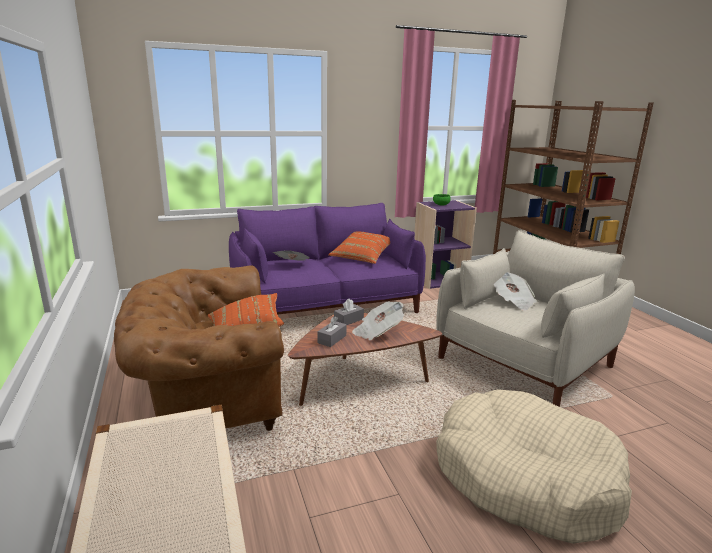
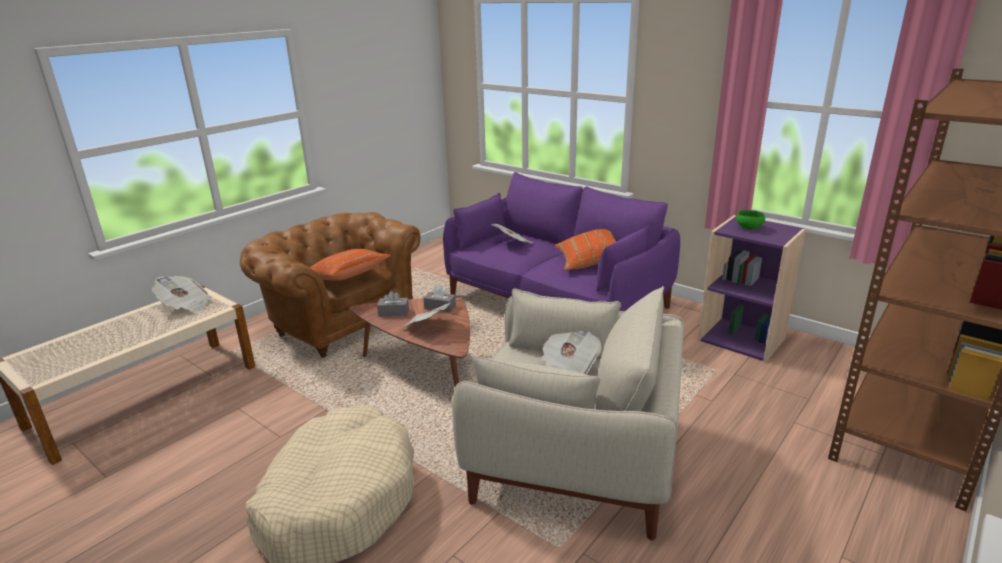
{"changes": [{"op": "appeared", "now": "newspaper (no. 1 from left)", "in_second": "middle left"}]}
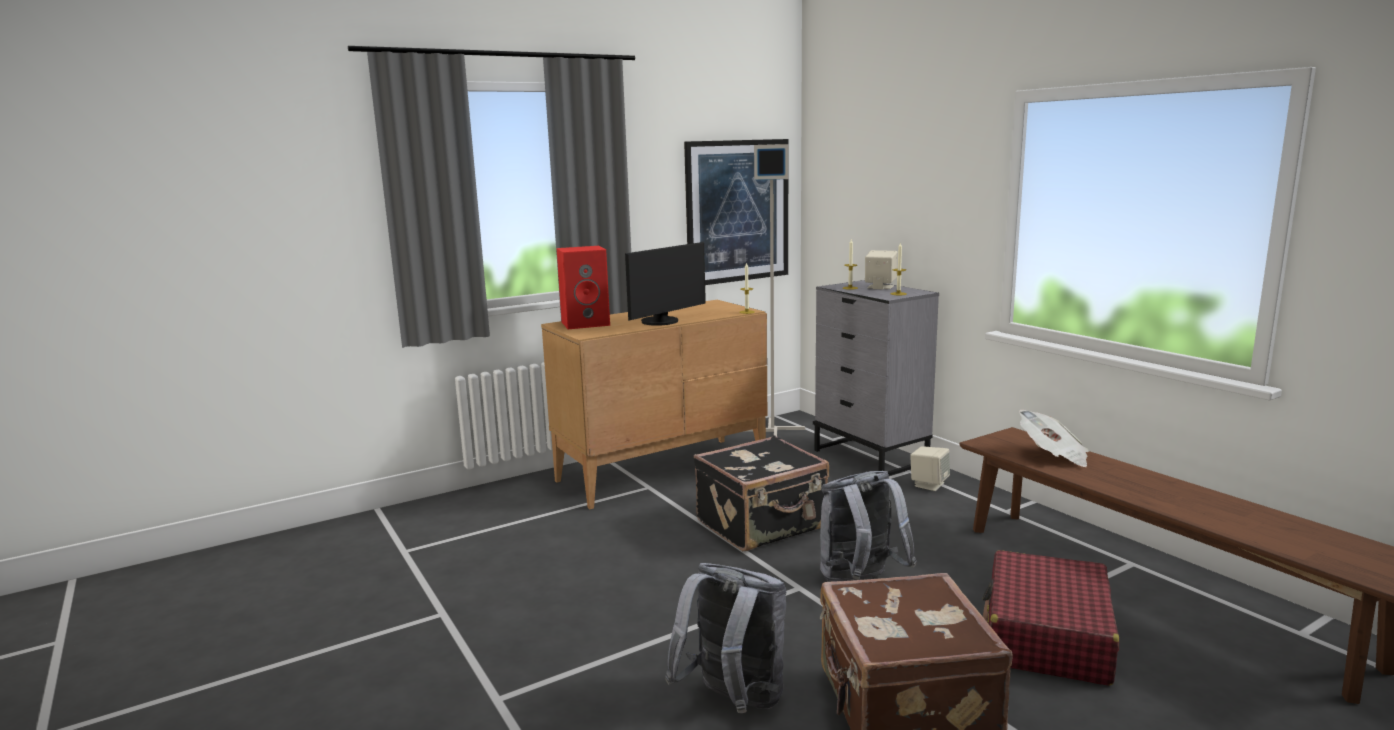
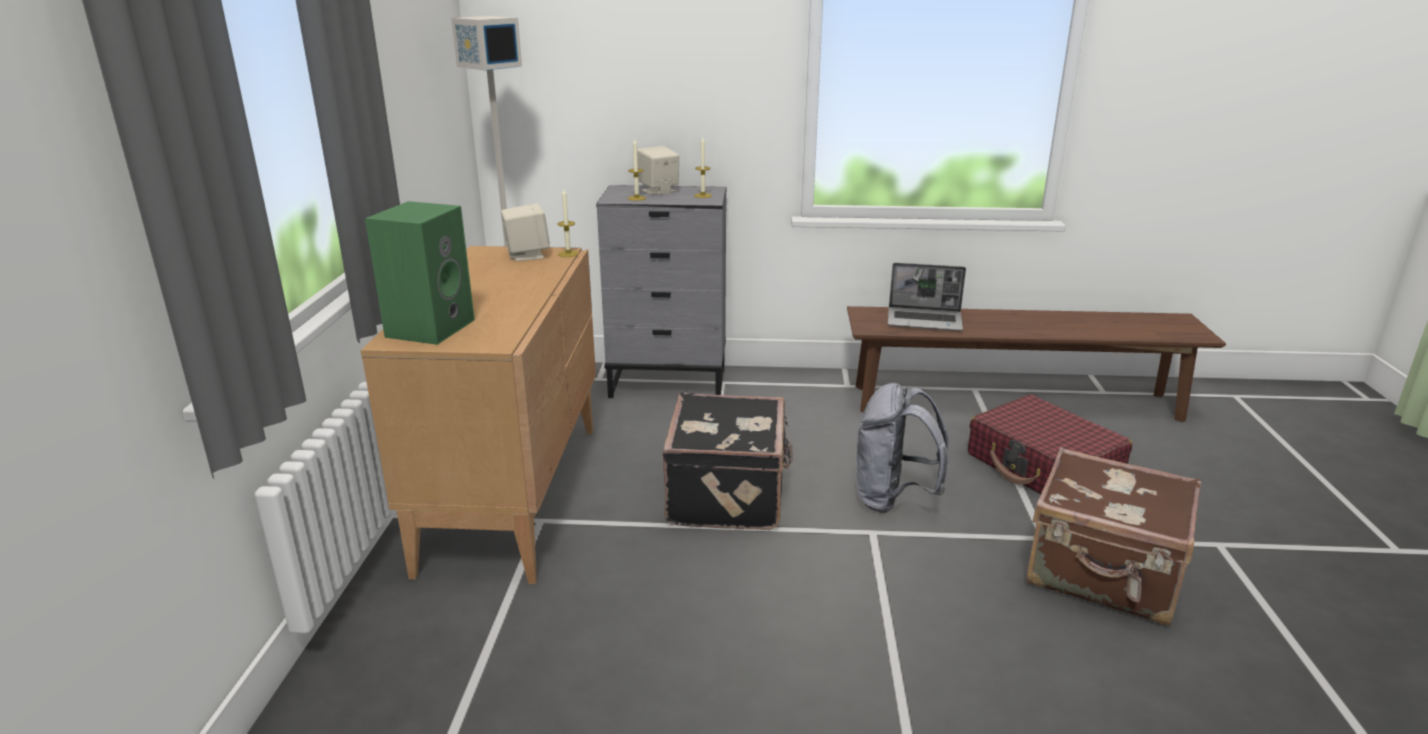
{"changes": [{"op": "colour", "was": "red speaker", "now": "green speaker", "in_first": "centre", "in_second": "middle left"}, {"op": "missing", "was": "monitor", "in_first": "centre"}, {"op": "missing", "was": "grey backpack (no. 1 from left)", "in_first": "bottom centre"}, {"op": "missing", "was": "picture", "in_first": "top centre"}, {"op": "relocated", "was": "beige speaker (no. 2 from left in the first image)", "now": "beige speaker (no. 1 from left)", "in_first": "middle right", "in_second": "top centre"}, {"op": "exchanged", "was": "newspaper", "now": "laptop", "in_first": "middle right", "in_second": "centre"}]}
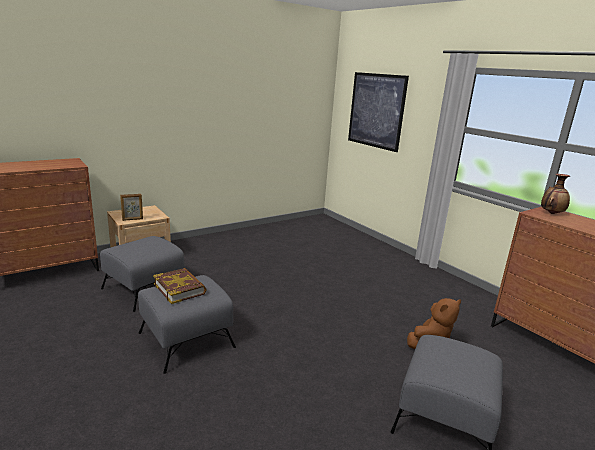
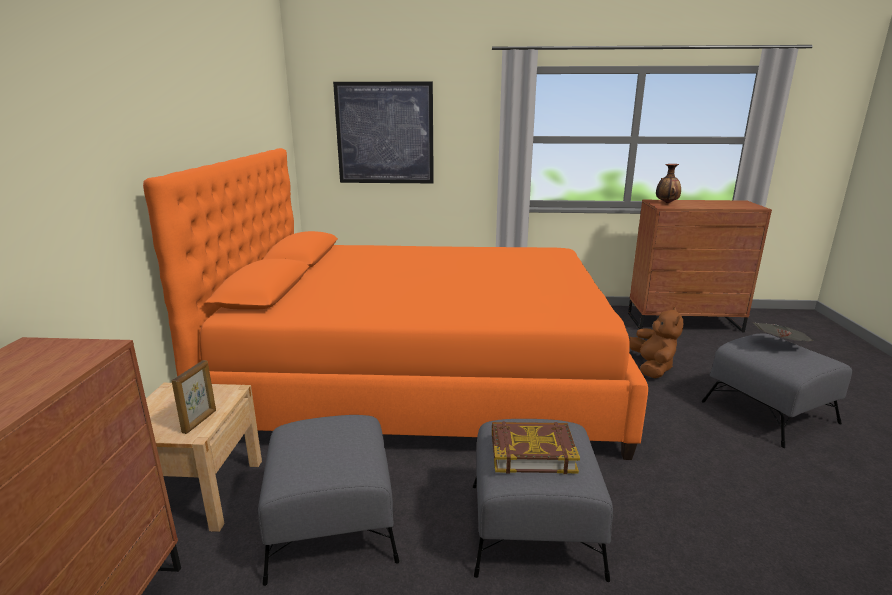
{"changes": [{"op": "appeared", "now": "orange bed", "in_second": "centre"}, {"op": "appeared", "now": "newspaper", "in_second": "middle right"}]}
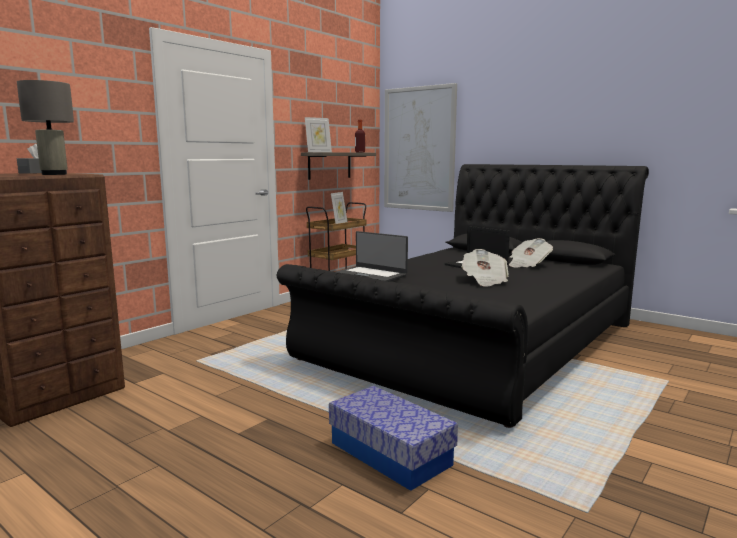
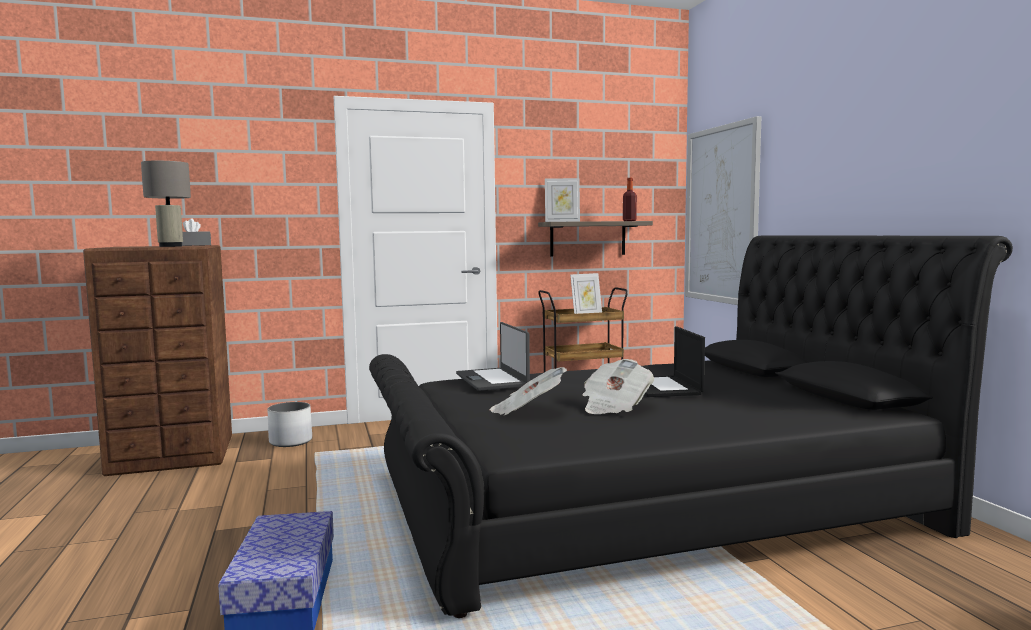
{"changes": [{"op": "relocated", "was": "newspaper (no. 2 from left in the first image)", "now": "newspaper (no. 1 from left)", "in_first": "middle right", "in_second": "centre"}, {"op": "appeared", "now": "white planter", "in_second": "bottom left"}]}
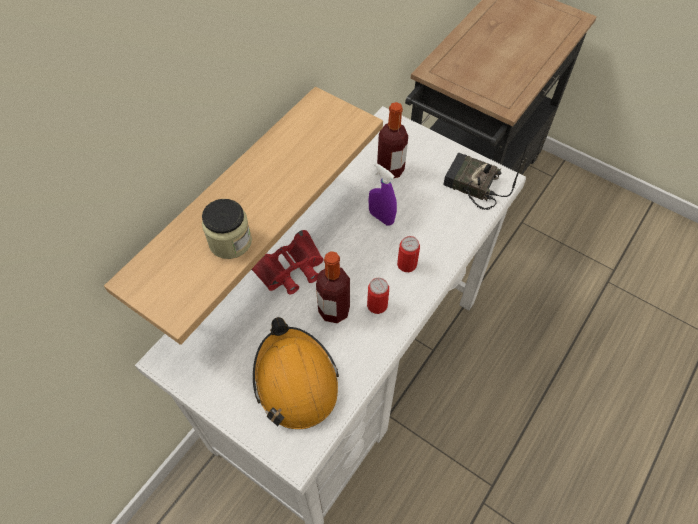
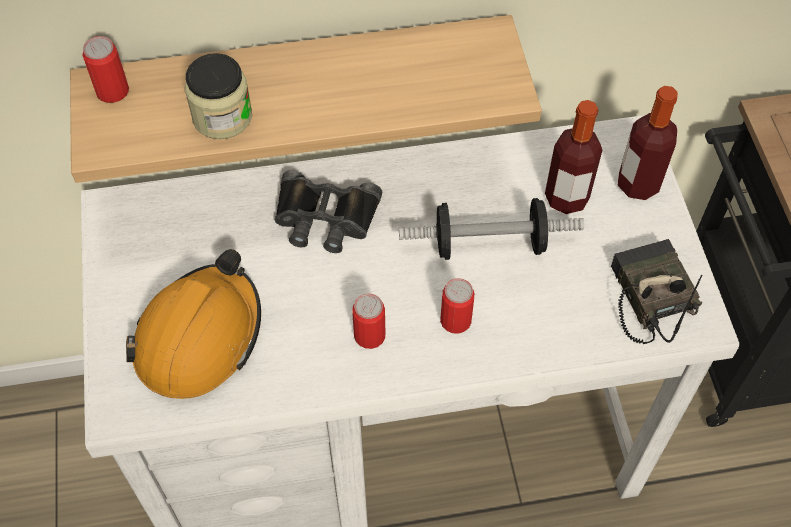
{"changes": [{"op": "colour", "was": "red binoculars", "now": "black binoculars", "in_first": "centre", "in_second": "centre"}, {"op": "relocated", "was": "bottle (no. 1 from left in the first image)", "now": "bottle (no. 2 from left)", "in_first": "centre", "in_second": "top right"}, {"op": "exchanged", "was": "purple spray bottle", "now": "dumbbell", "in_first": "centre", "in_second": "centre"}, {"op": "appeared", "now": "can (no. 1 from left)", "in_second": "top left"}]}
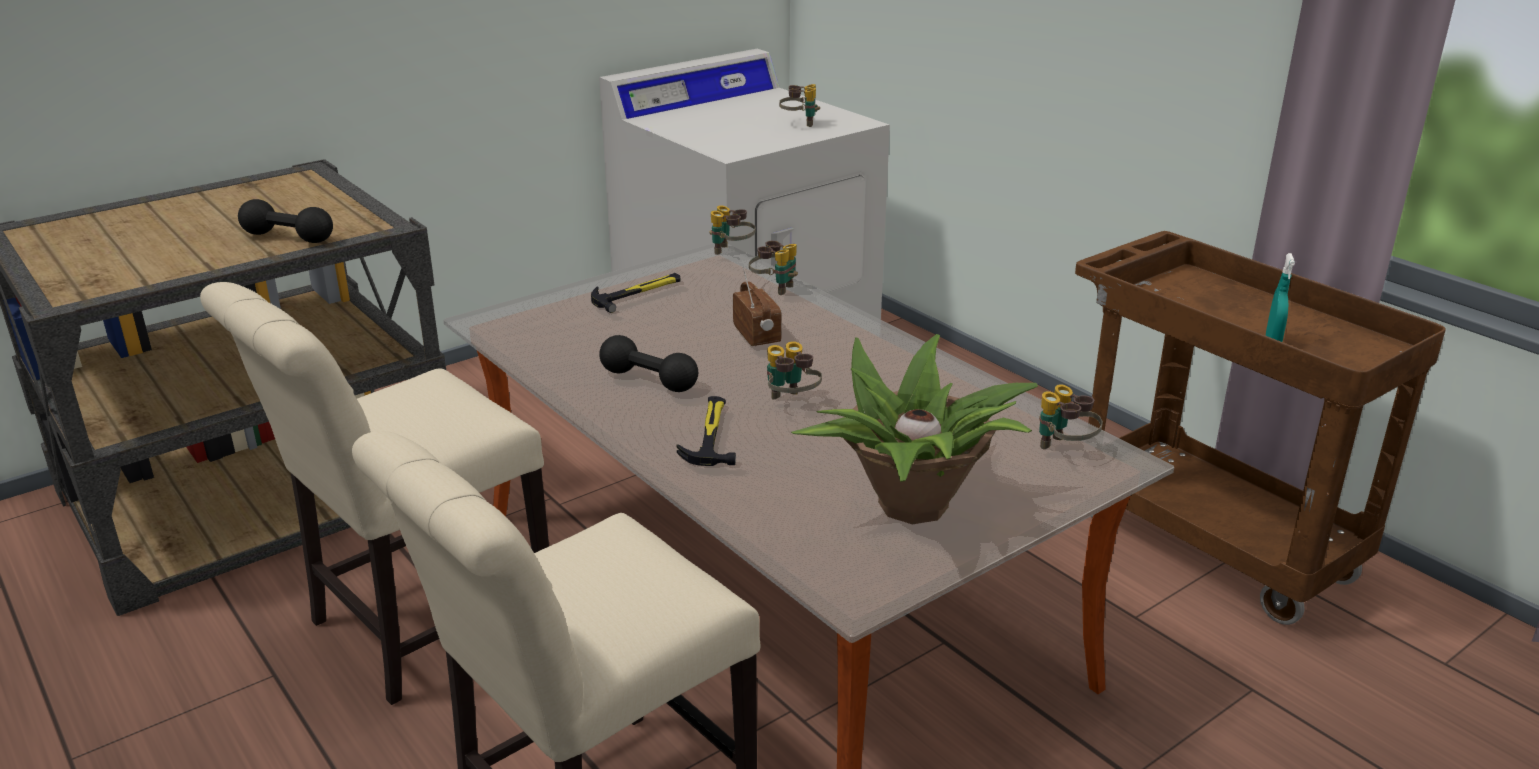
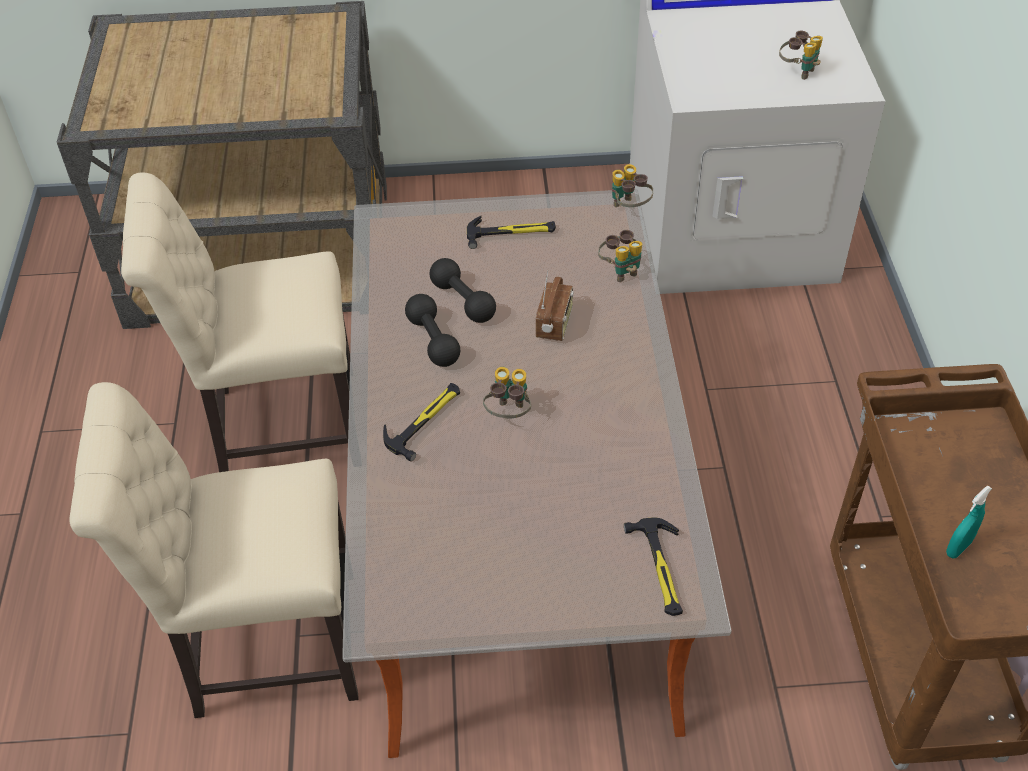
{"changes": [{"op": "relocated", "was": "black dumbbell (no. 1 from left in the first image)", "now": "black dumbbell (no. 2 from left)", "in_first": "top left", "in_second": "centre"}, {"op": "missing", "was": "potted plant", "in_first": "centre"}, {"op": "exchanged", "was": "binoculars (no. 5 from left)", "now": "hammer (no. 3 from left)", "in_first": "middle right", "in_second": "bottom centre"}]}
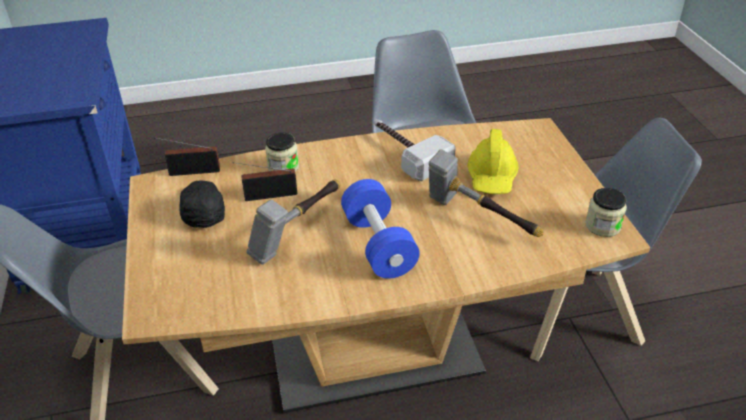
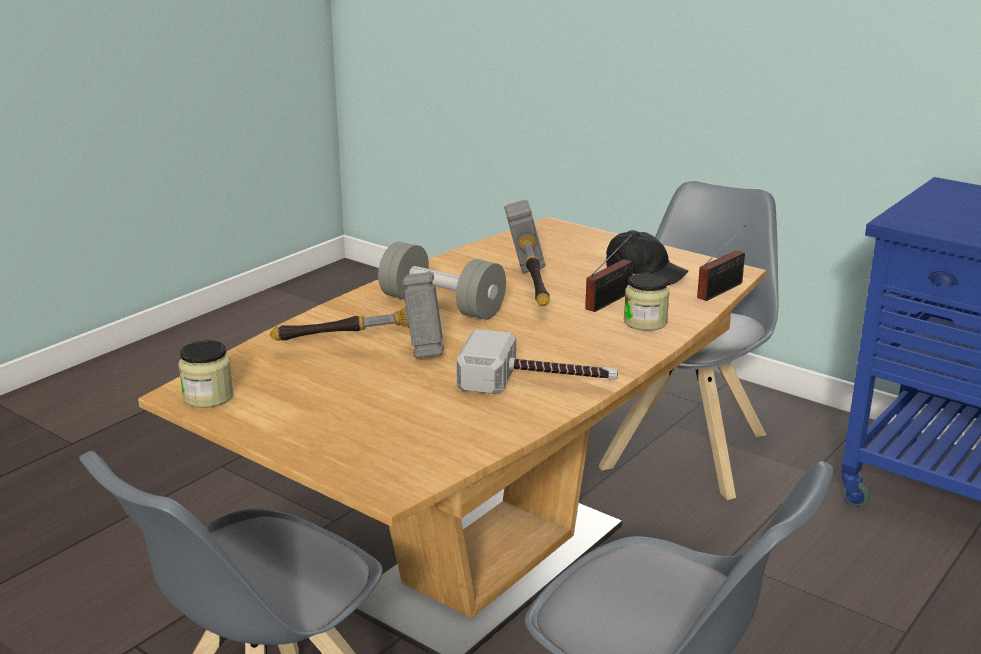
{"changes": [{"op": "colour", "was": "blue dumbbell", "now": "grey dumbbell", "in_first": "centre", "in_second": "centre"}, {"op": "missing", "was": "yellow hard hat", "in_first": "centre"}]}
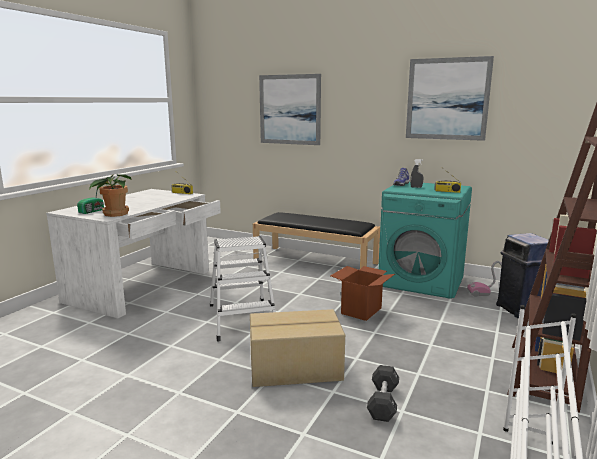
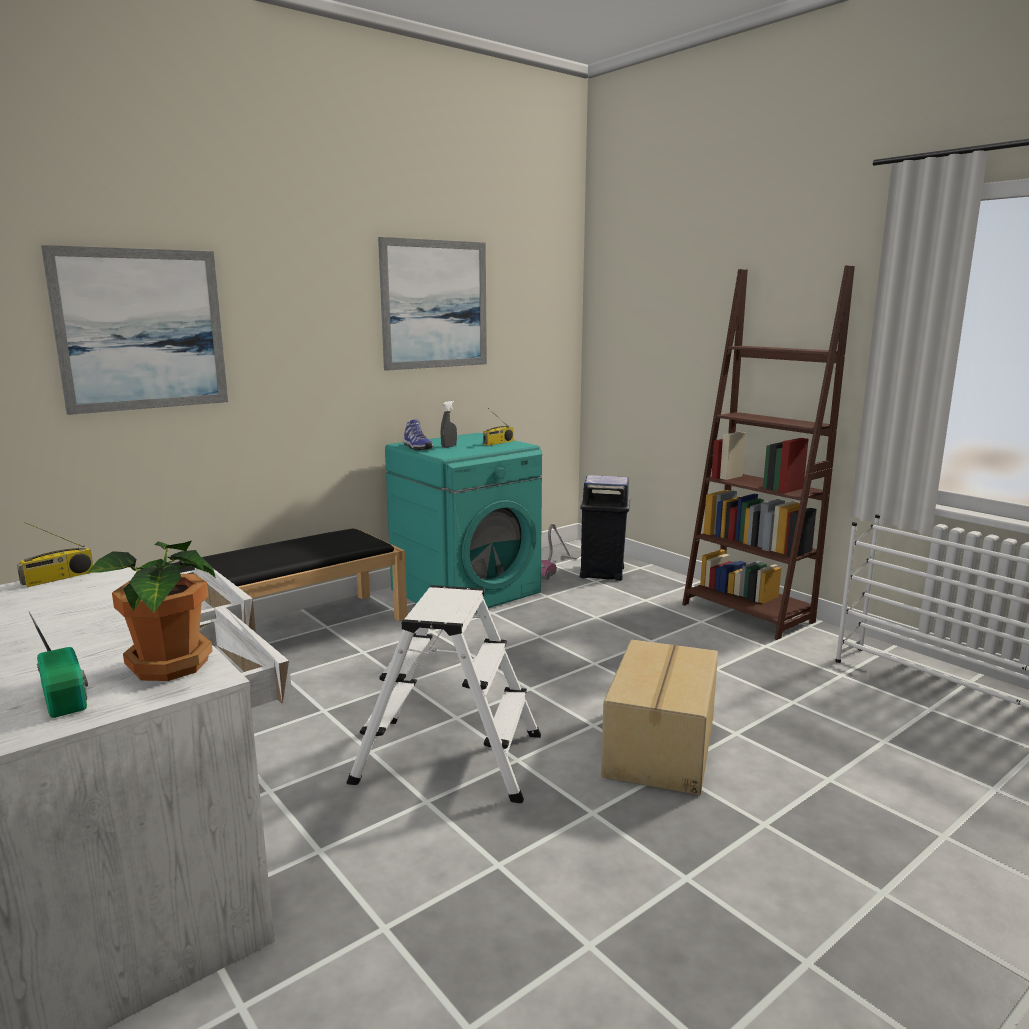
{"changes": [{"op": "missing", "was": "cardboard box (no. 2 from left)", "in_first": "centre"}, {"op": "missing", "was": "black dumbbell", "in_first": "bottom centre"}]}
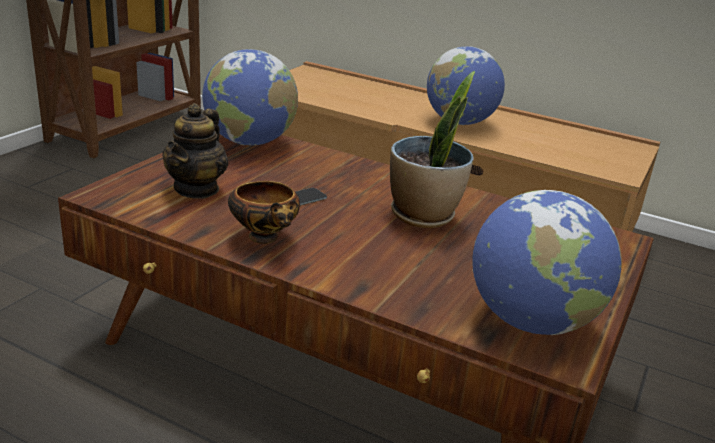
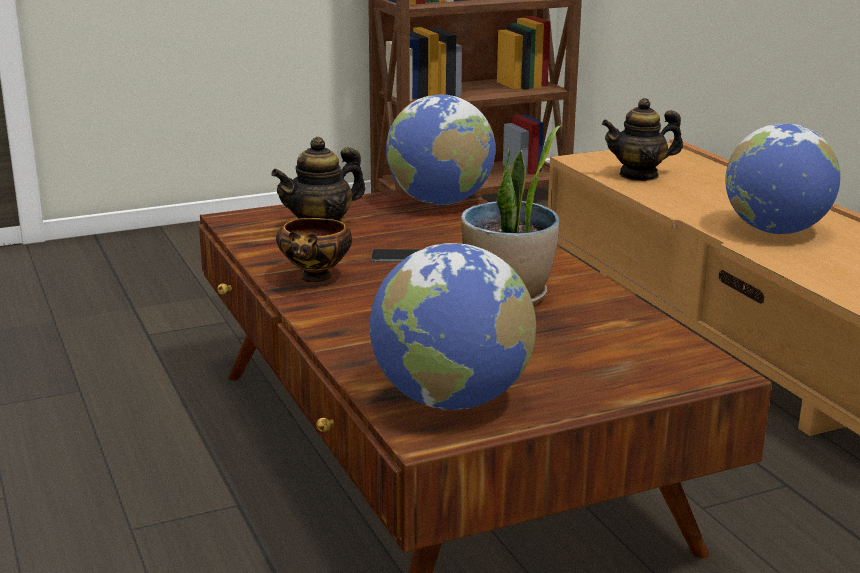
{"changes": [{"op": "appeared", "now": "teapot (no. 2 from left)", "in_second": "top right"}]}
